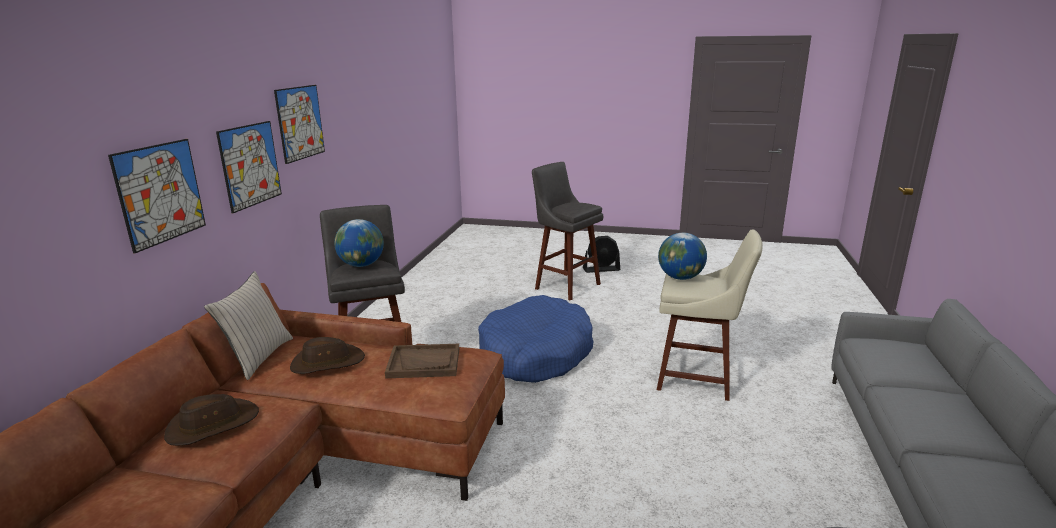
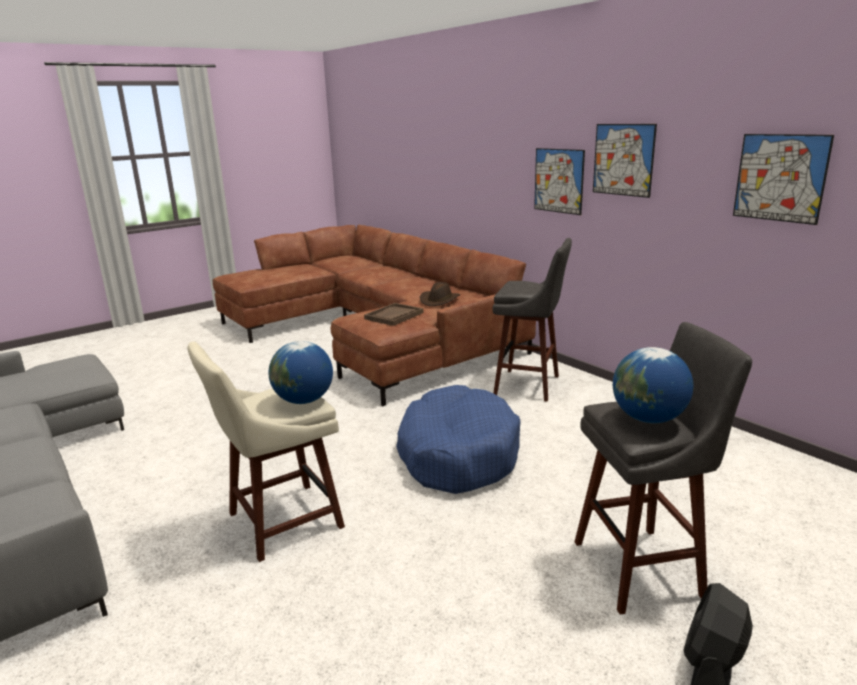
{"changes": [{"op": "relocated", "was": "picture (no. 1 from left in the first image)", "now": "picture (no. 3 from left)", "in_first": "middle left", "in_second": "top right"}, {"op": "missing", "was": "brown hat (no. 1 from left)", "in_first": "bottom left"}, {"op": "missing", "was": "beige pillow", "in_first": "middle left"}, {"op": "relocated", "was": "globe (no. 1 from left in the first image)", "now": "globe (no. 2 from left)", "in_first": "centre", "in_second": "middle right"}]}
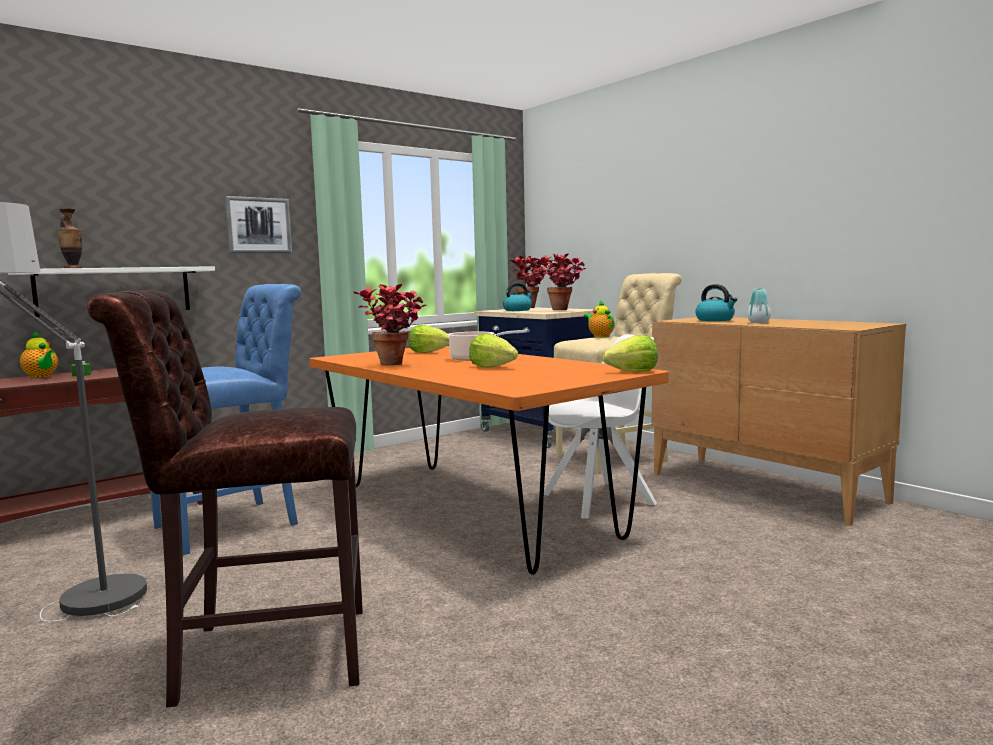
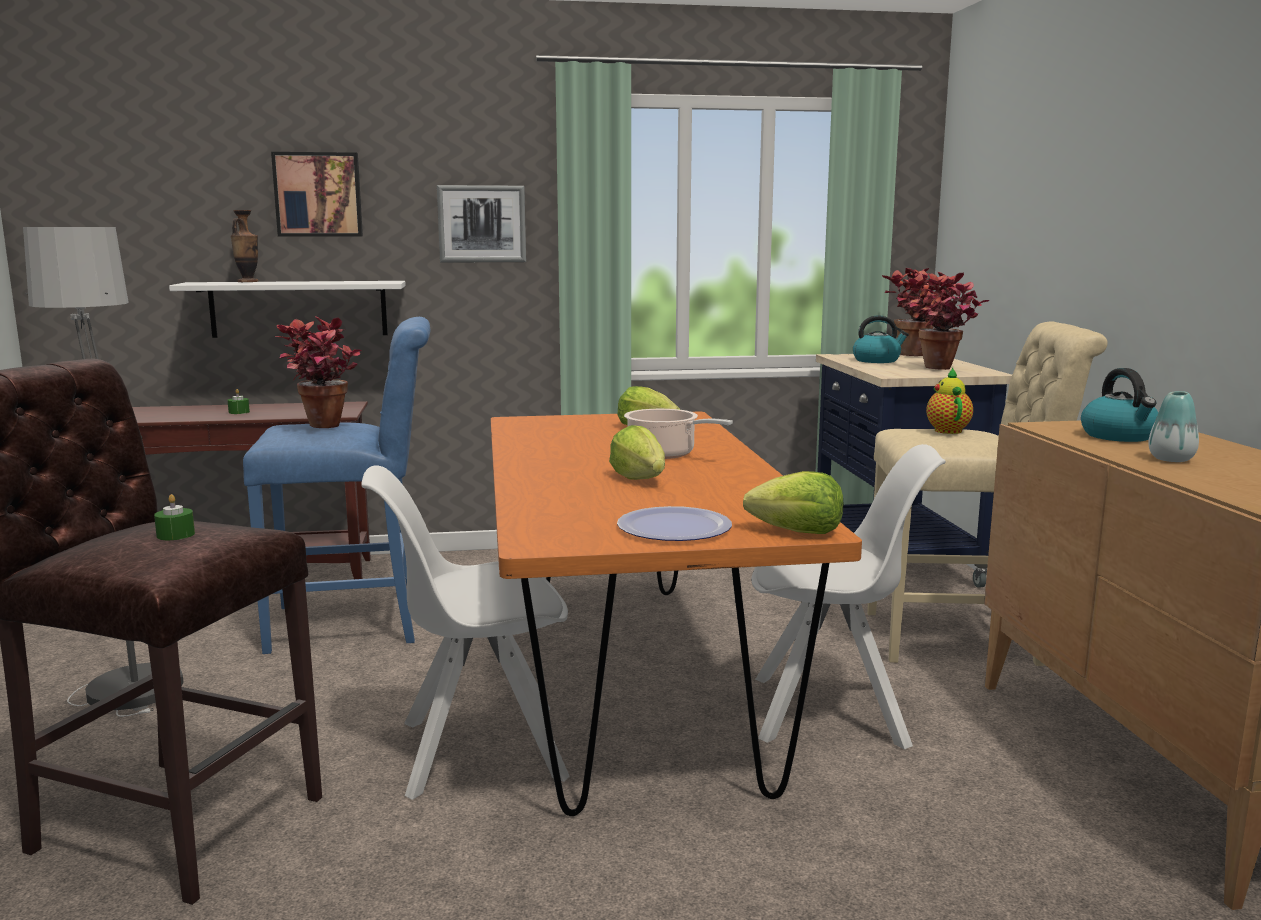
{"changes": [{"op": "missing", "was": "teapot (no. 1 from left)", "in_first": "middle left"}, {"op": "relocated", "was": "potted plant (no. 1 from left)", "in_first": "centre", "in_second": "middle left"}, {"op": "appeared", "now": "green candle (no. 1 from left)", "in_second": "middle left"}, {"op": "appeared", "now": "picture (no. 1 from left)", "in_second": "top left"}, {"op": "appeared", "now": "white chair (no. 1 from left)", "in_second": "bottom centre"}, {"op": "appeared", "now": "plate", "in_second": "centre"}]}
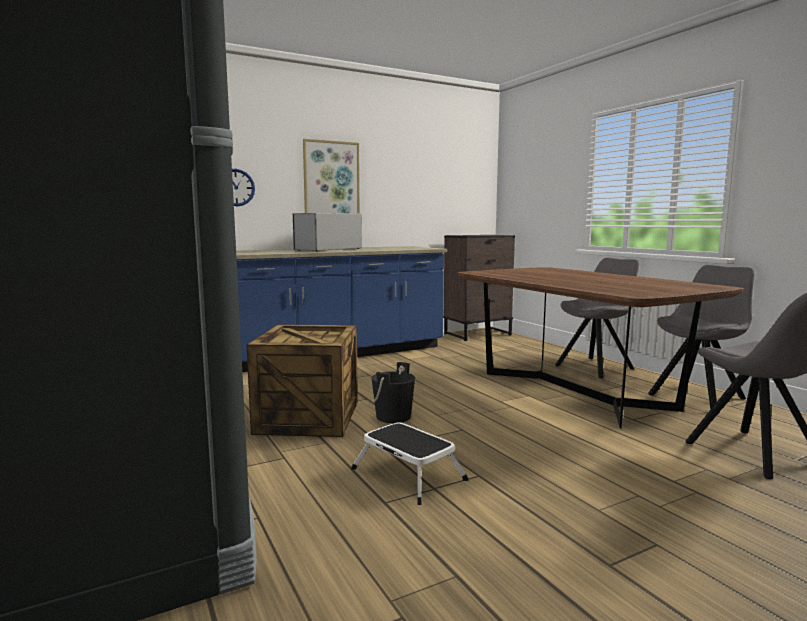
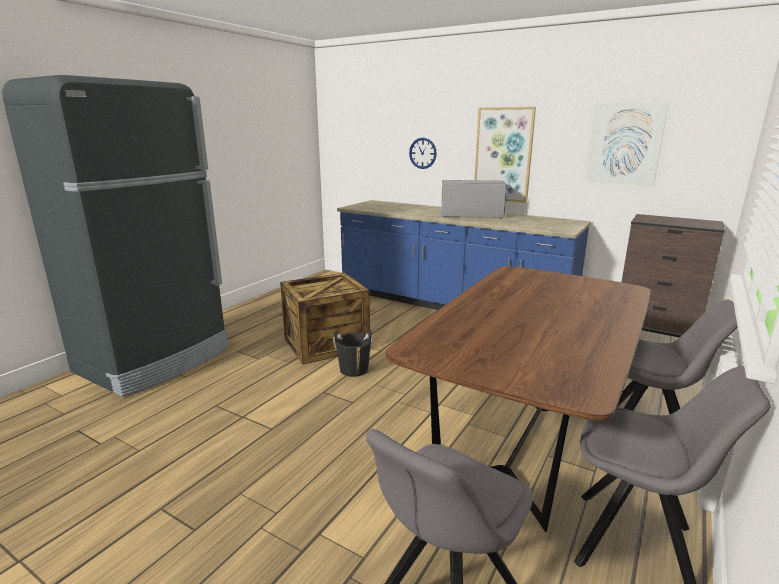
{"changes": [{"op": "missing", "was": "black step ladder", "in_first": "bottom centre"}, {"op": "appeared", "now": "picture (no. 2 from left)", "in_second": "top right"}]}
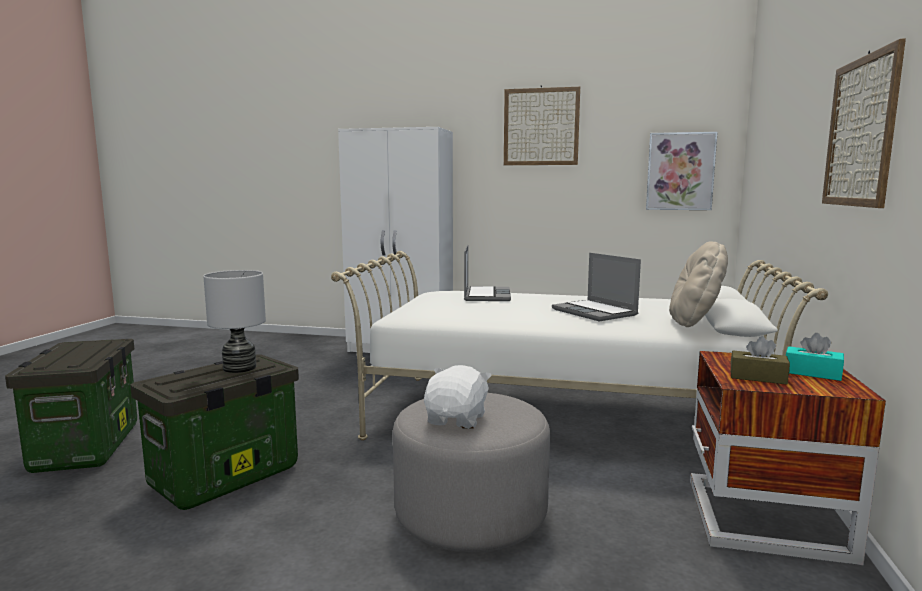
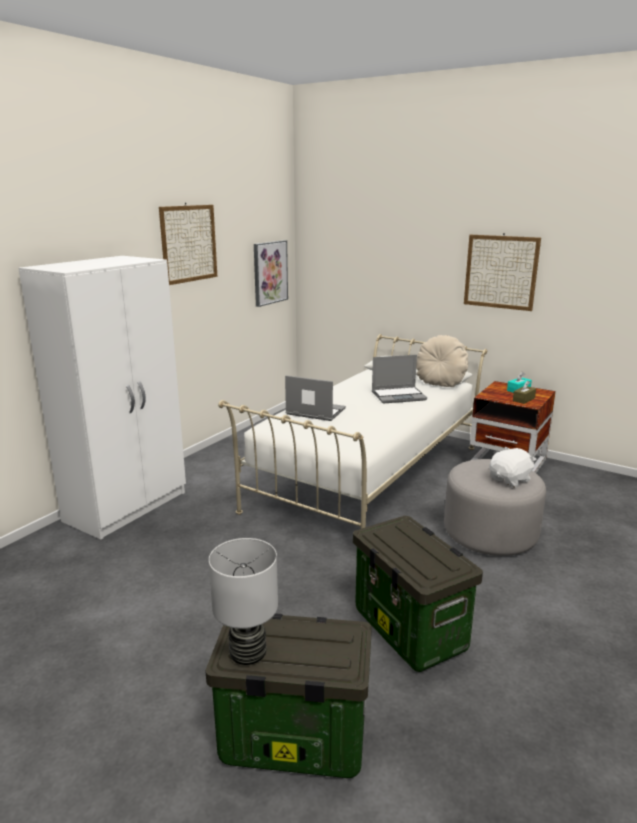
{"changes": [{"op": "relocated", "was": "grey table lamp", "in_first": "middle left", "in_second": "bottom centre"}, {"op": "spun", "was": "white plush toy", "in_first": "bottom centre", "in_second": "middle right", "clockwise": 105}]}
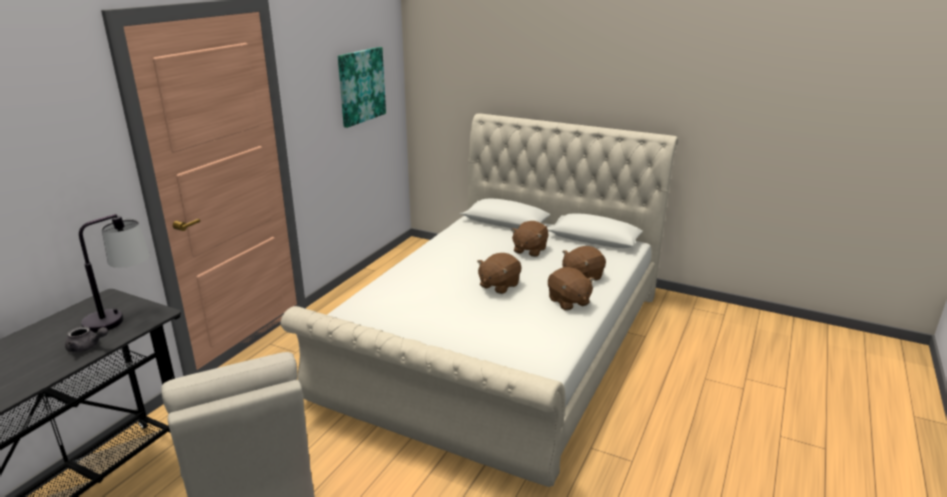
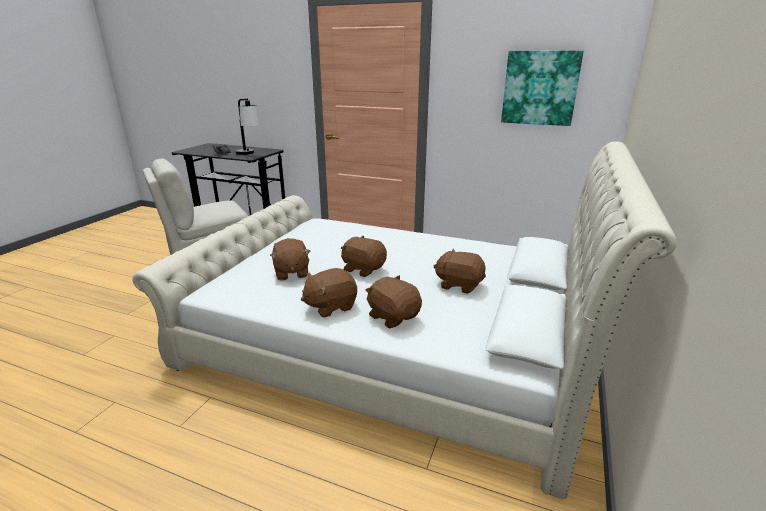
{"changes": [{"op": "appeared", "now": "brown plush toy (no. 1 from left)", "in_second": "centre"}]}
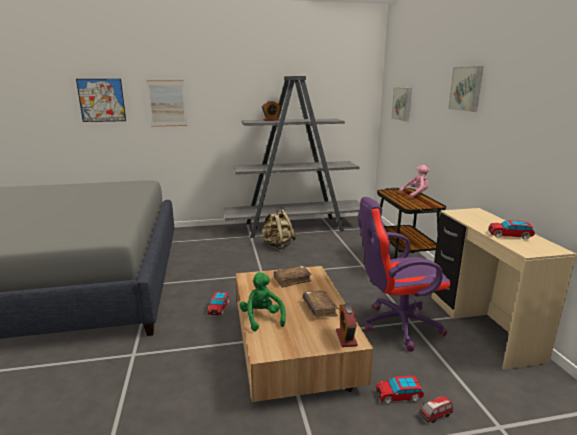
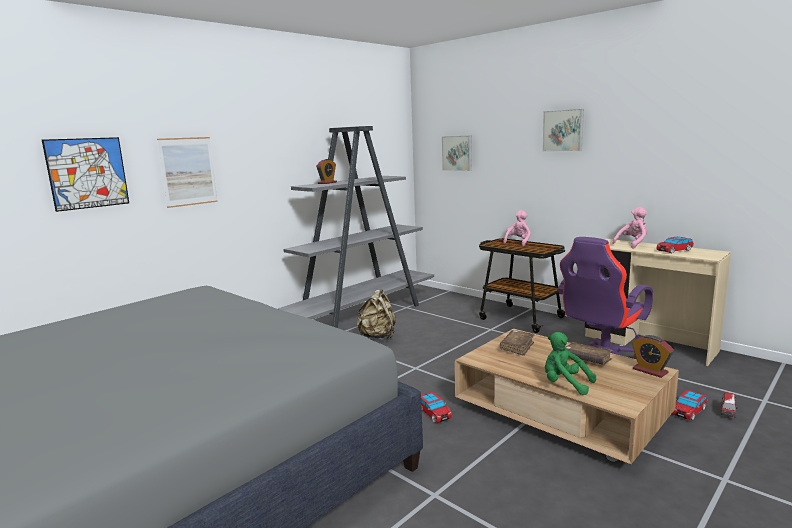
{"changes": [{"op": "appeared", "now": "pink plush toy (no. 2 from left)", "in_second": "middle right"}]}
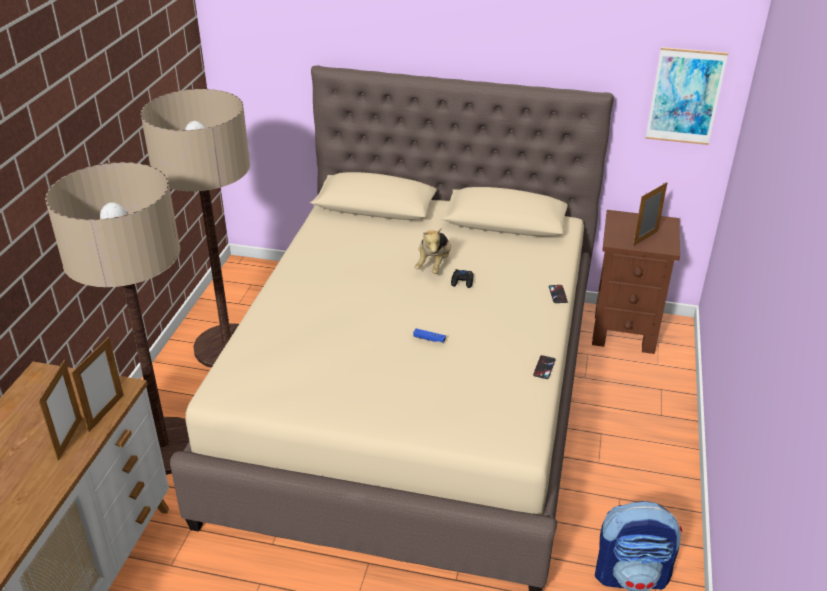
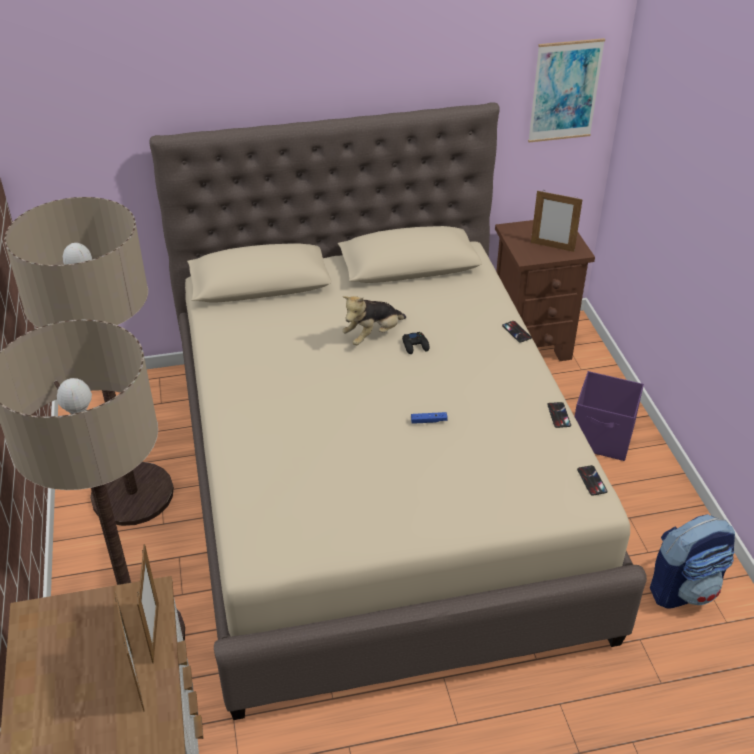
{"changes": [{"op": "spun", "was": "plush toy", "in_first": "centre", "in_second": "centre", "clockwise": 60}, {"op": "spun", "was": "picture frame (no. 3 from left)", "in_first": "middle right", "in_second": "top right", "clockwise": -90}, {"op": "appeared", "now": "purple storage box", "in_second": "middle right"}, {"op": "appeared", "now": "phone (no. 3 from left)", "in_second": "middle right"}]}
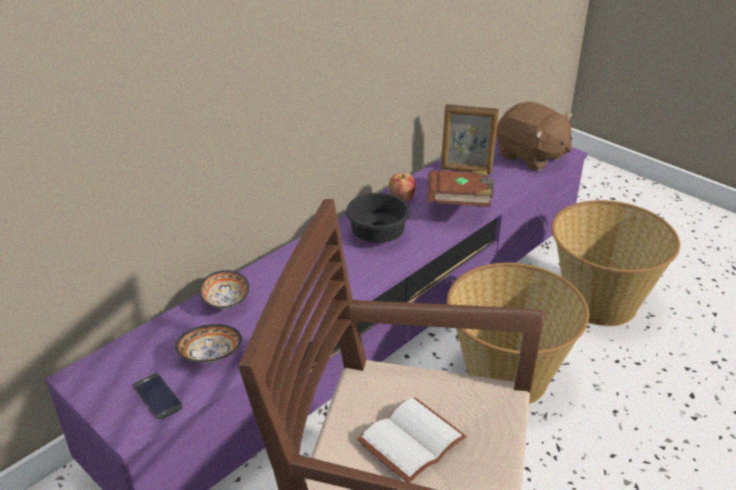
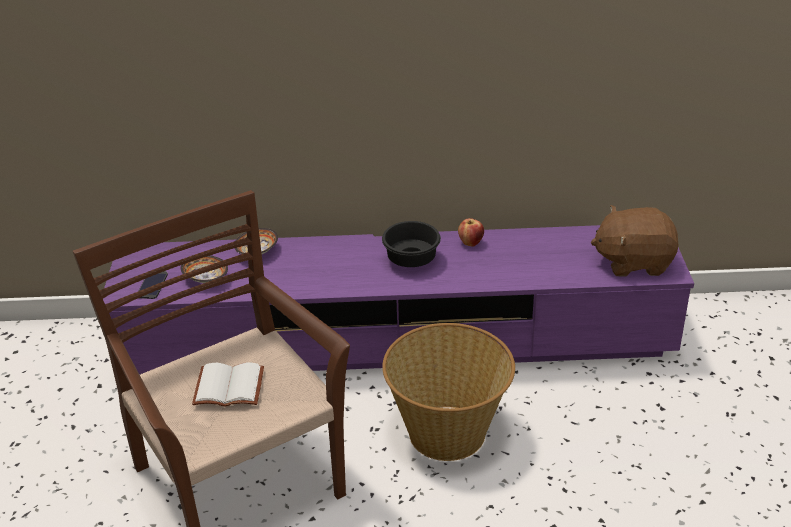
{"changes": [{"op": "missing", "was": "brown book", "in_first": "centre"}, {"op": "missing", "was": "picture frame", "in_first": "top centre"}, {"op": "spun", "was": "brown plush toy", "in_first": "top right", "in_second": "middle right", "clockwise": 90}, {"op": "missing", "was": "basket (no. 2 from left)", "in_first": "middle right"}]}
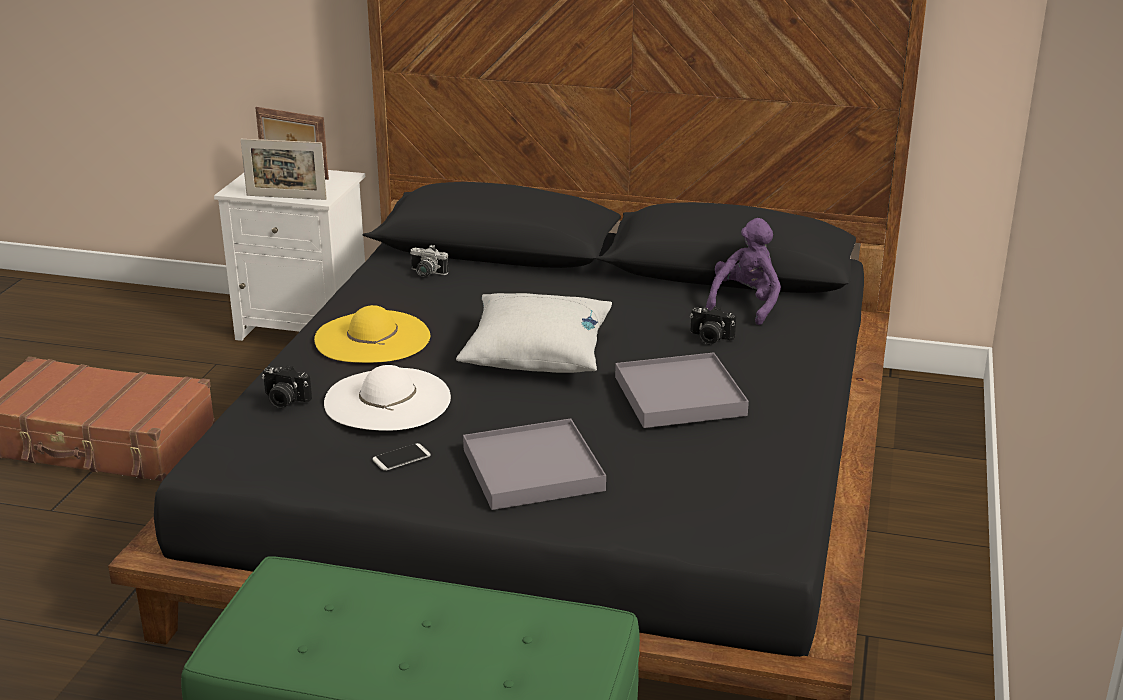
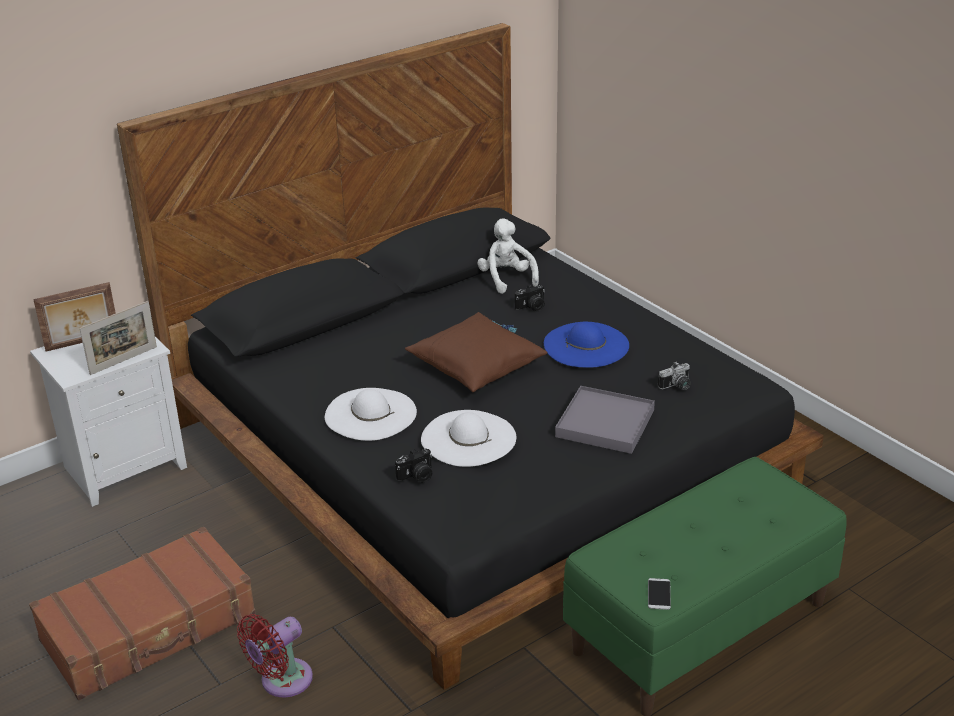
{"changes": [{"op": "colour", "was": "yellow hat", "now": "white hat (no. 1 from left)", "in_first": "middle left", "in_second": "centre"}, {"op": "relocated", "was": "phone", "in_first": "centre", "in_second": "bottom right"}, {"op": "relocated", "was": "photo camera (no. 2 from left in the first image)", "now": "photo camera (no. 3 from left)", "in_first": "centre", "in_second": "middle right"}, {"op": "colour", "was": "grey pillow", "now": "brown pillow", "in_first": "centre", "in_second": "centre"}, {"op": "exchanged", "was": "grey tray (no. 2 from left)", "now": "blue hat", "in_first": "centre", "in_second": "centre"}, {"op": "colour", "was": "purple plush toy", "now": "white plush toy", "in_first": "centre", "in_second": "centre"}, {"op": "appeared", "now": "red fan", "in_second": "bottom left"}]}
